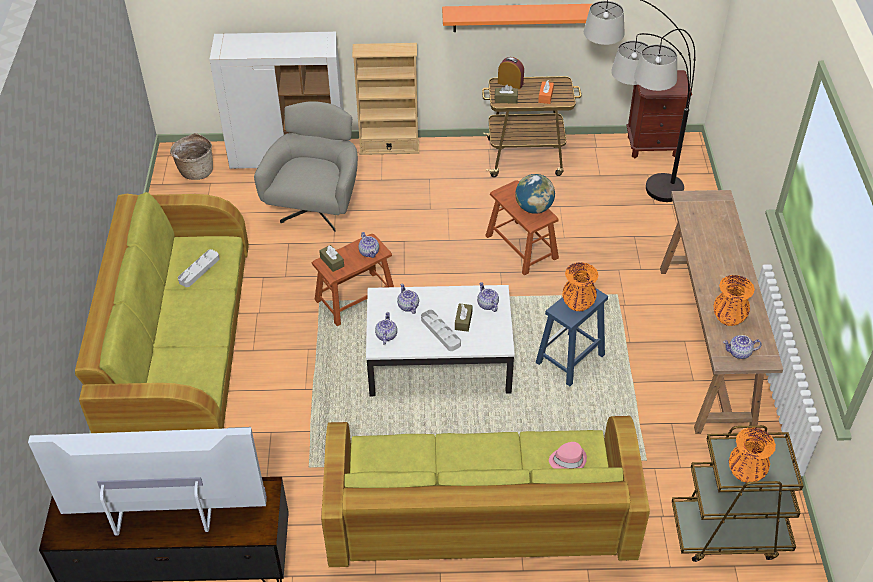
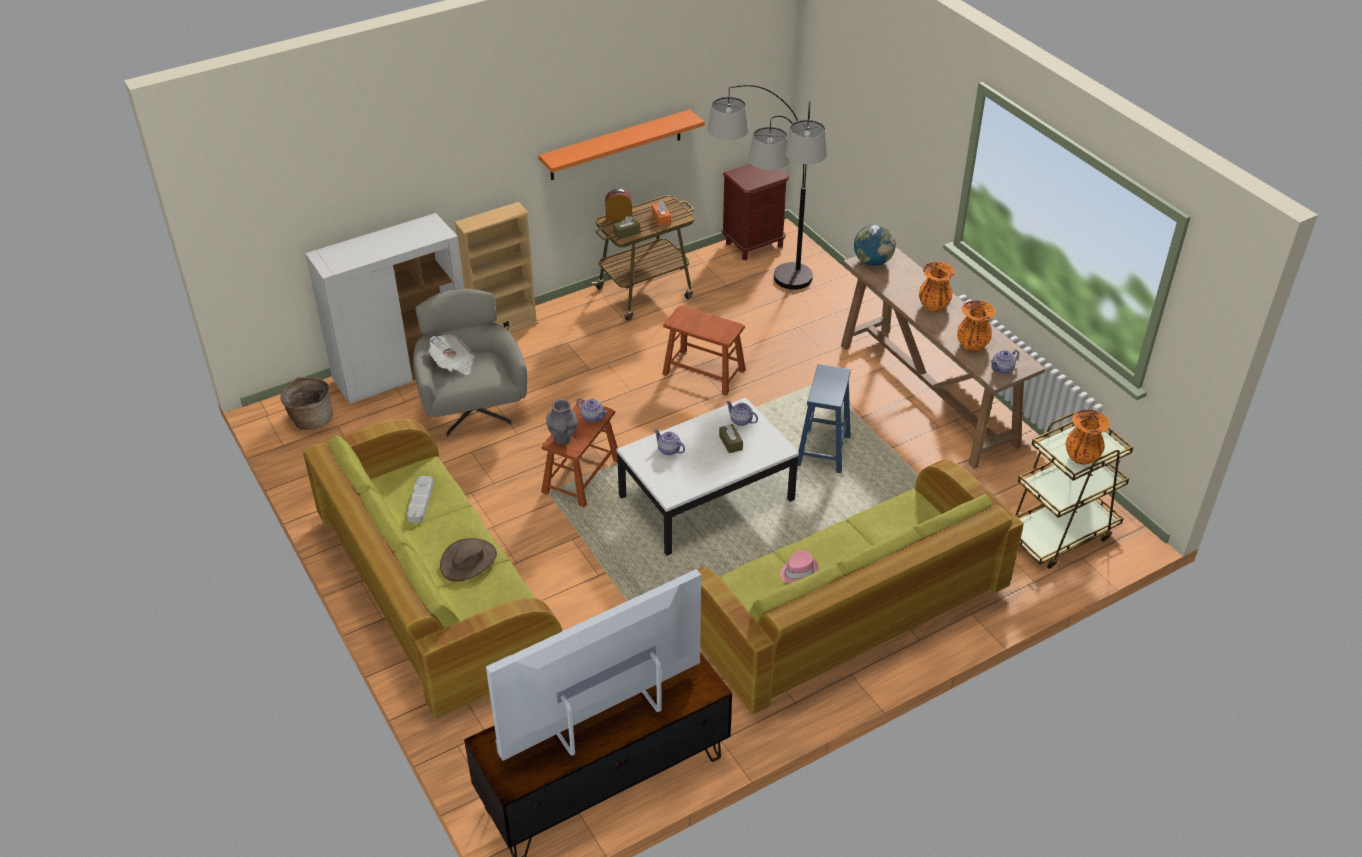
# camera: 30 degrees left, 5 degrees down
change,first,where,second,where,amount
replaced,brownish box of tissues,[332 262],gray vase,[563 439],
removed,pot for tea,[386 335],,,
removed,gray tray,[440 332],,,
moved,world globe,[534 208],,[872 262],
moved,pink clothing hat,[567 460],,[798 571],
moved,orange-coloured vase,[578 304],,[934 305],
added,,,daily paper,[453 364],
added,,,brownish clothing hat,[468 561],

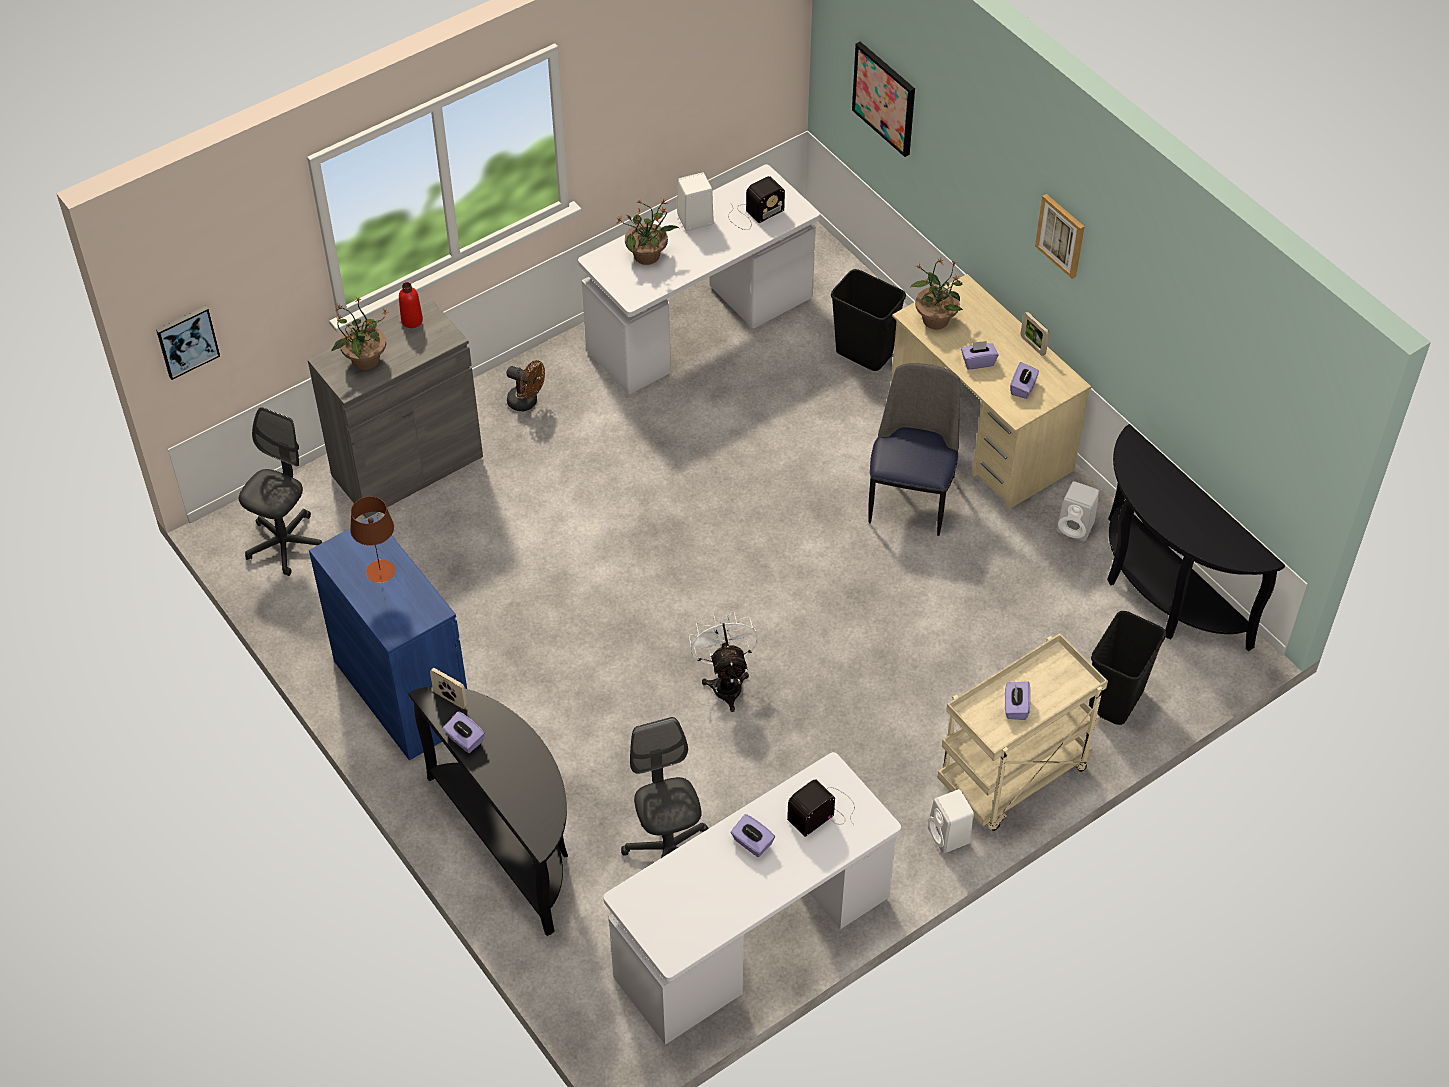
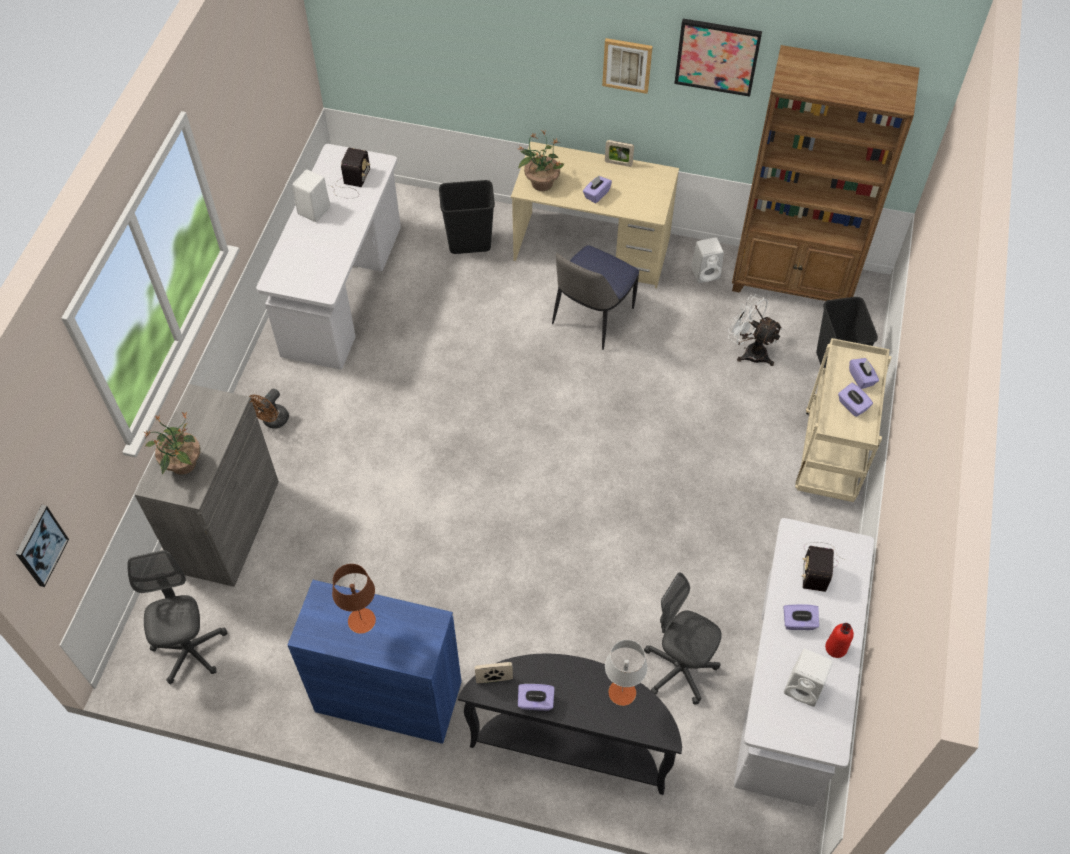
# camera: 40 degrees left, 5 degrees up
change,first,where,second,where,amount
moved,reddish bottle,[412 320],,[836 648],
turned,brownish cooling fan,[527 402],,[273 421],135 degrees clockwise
removed,plant in a pot,[648 255],,,
moved,white-coloured cooling fan,[726 682],,[750 351],
moved,wall picture,[885 98],,[717 56],
turned,plain chair,[911 497],,[591 318],120 degrees counterclockwise
moved,white-coloured speaker,[950 837],,[805 688],
moved,purple box of tissues,[1023 388],,[861 378],
replaced,blackish console table,[1161 594],brownish bookshelf,[793 282],
added,,,gray tabletop lamp,[622 692],

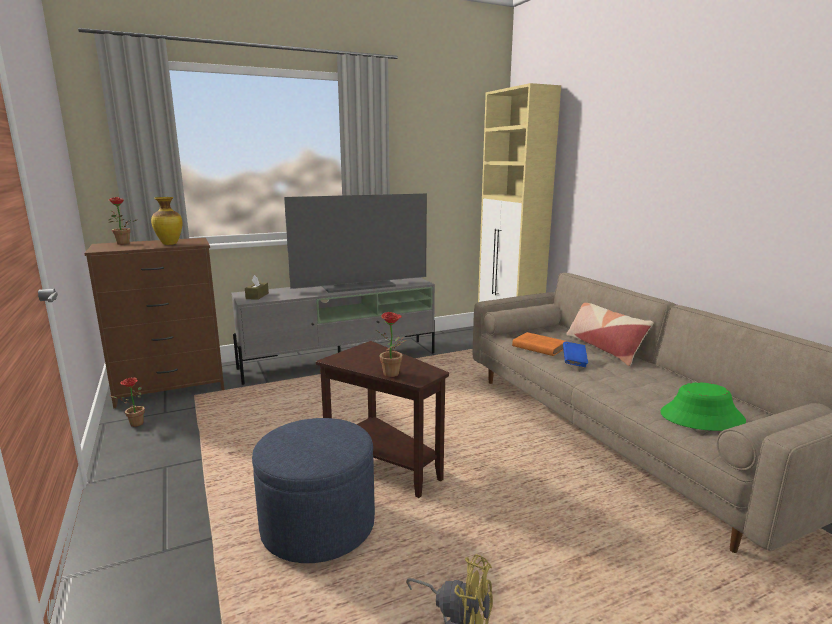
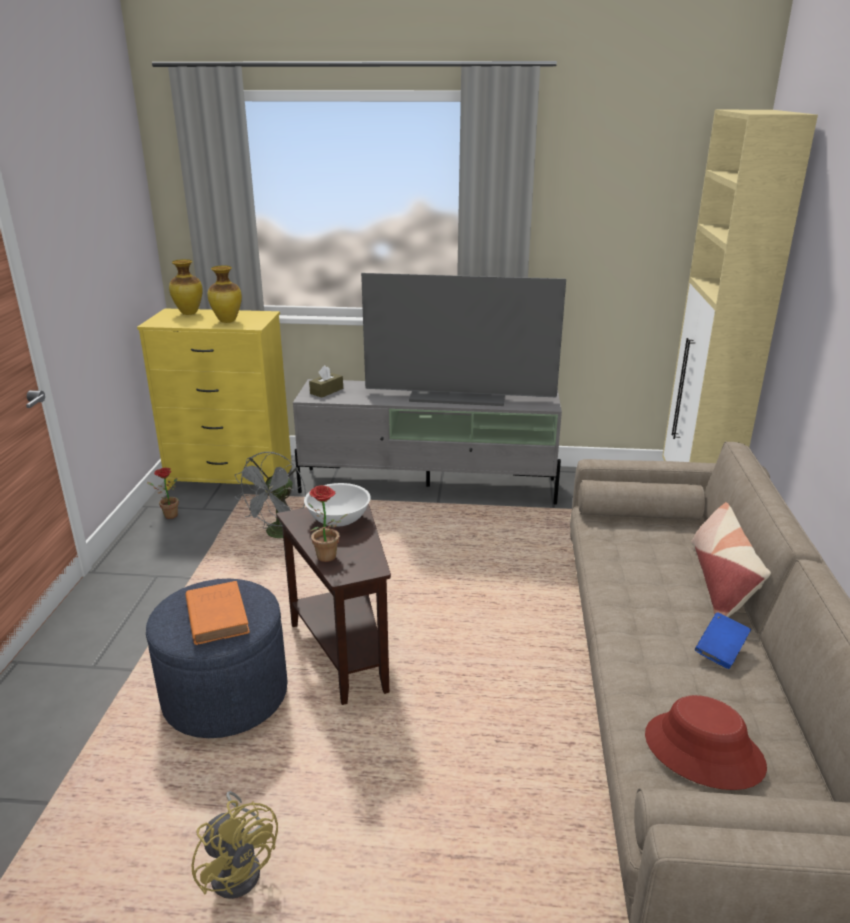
# camera: 30 degrees right, 10 degrees up
change,first,where,second,where,amount
recoloured,brownish dresser,[170 388],yellow-coloured dresser,[230 478],
replaced,plant in a pot,[123 244],vase,[188 313],
moved,orange-coloured bound book,[537 347],,[217 615],
moved,blue bound book,[574 362],,[720 651],
recoloured,greenish clothing hat,[701 417],reddish clothing hat,[703 751],
added,,,gray cooling fan,[279 535],
added,,,white-coloured serving bowl,[339 519],

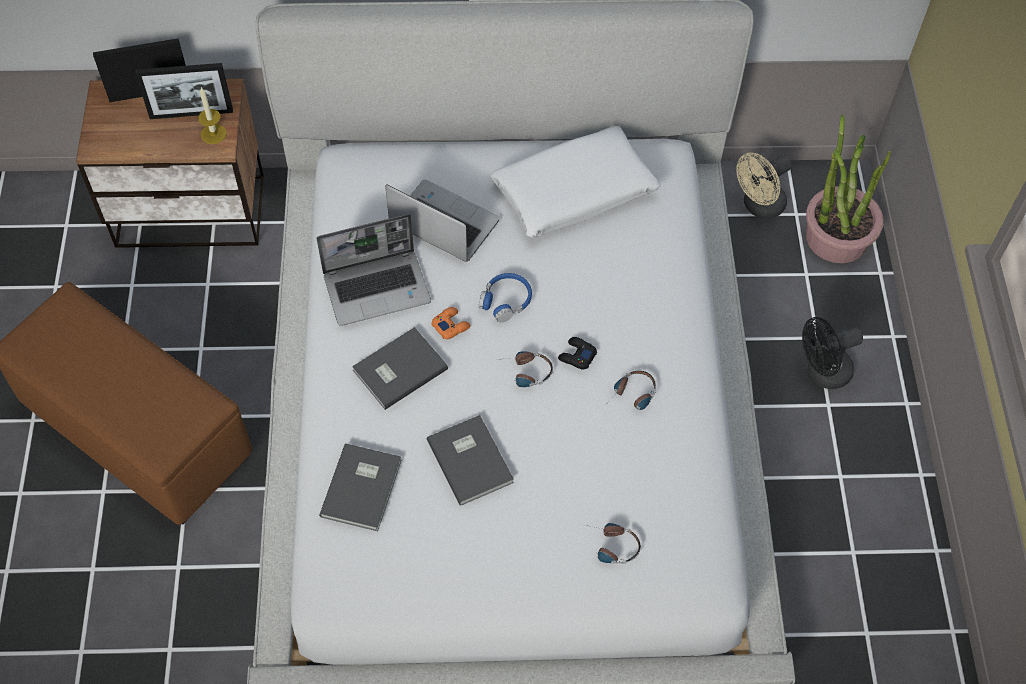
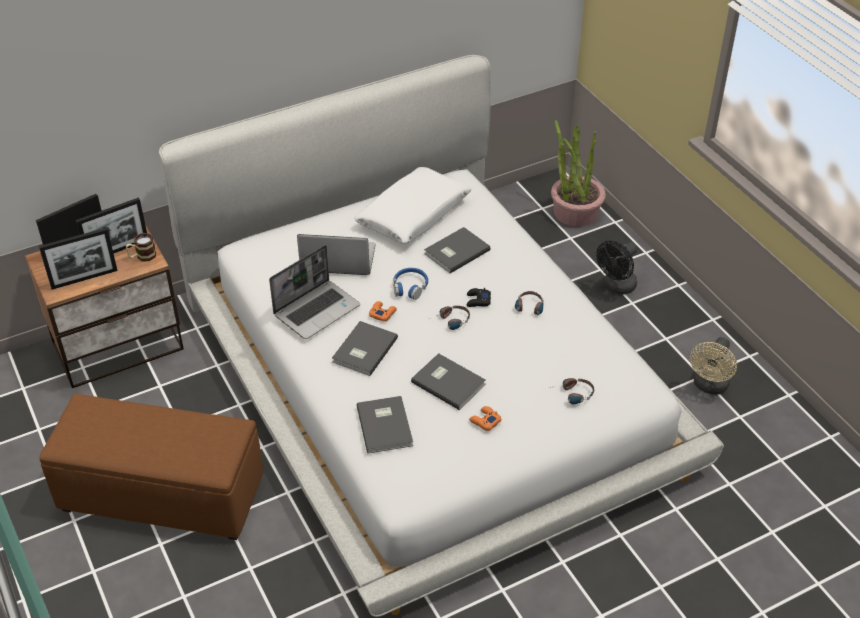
# camera: 25 degrees left, 15 degrees down
change,first,where,second,where,amount
replaced,wax candle,[213 134],mug,[142 256],
moved,sand-coloured cooling fan,[758 206],,[709 386],
added,,,picture frame,[84 279],
added,,,gray bound book,[455 251],
added,,,orange-coloured gamepad,[485 421],

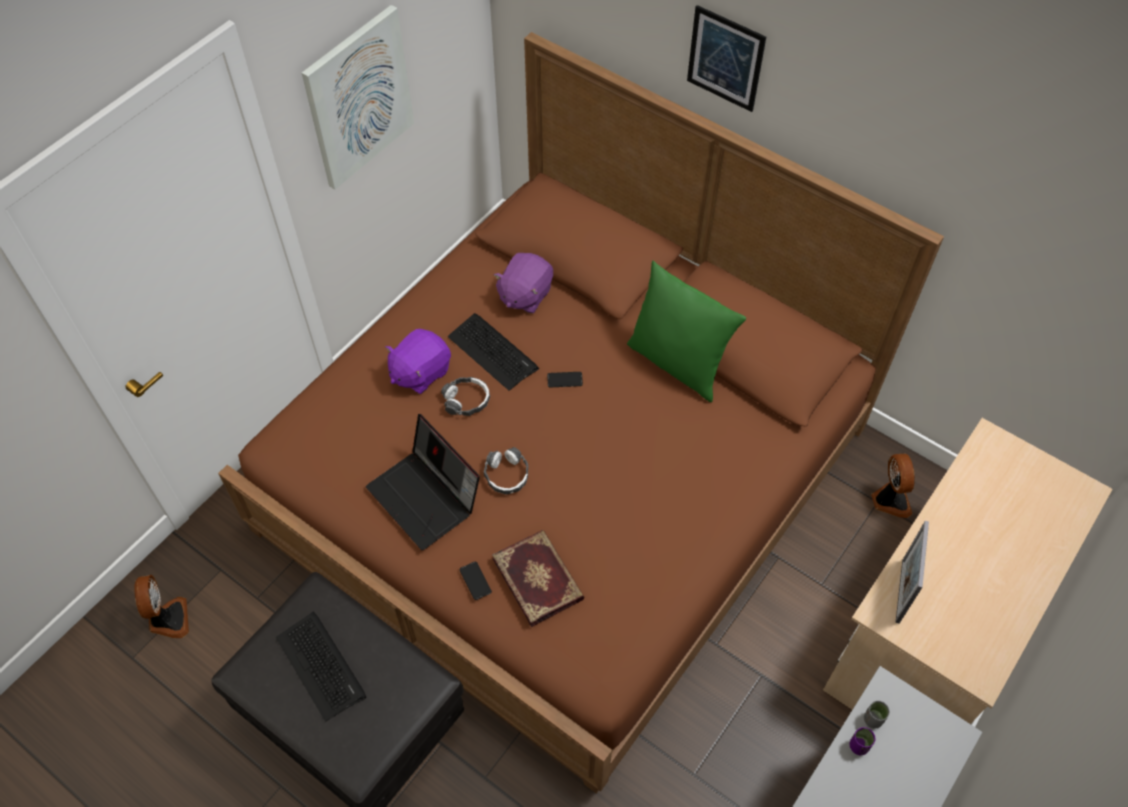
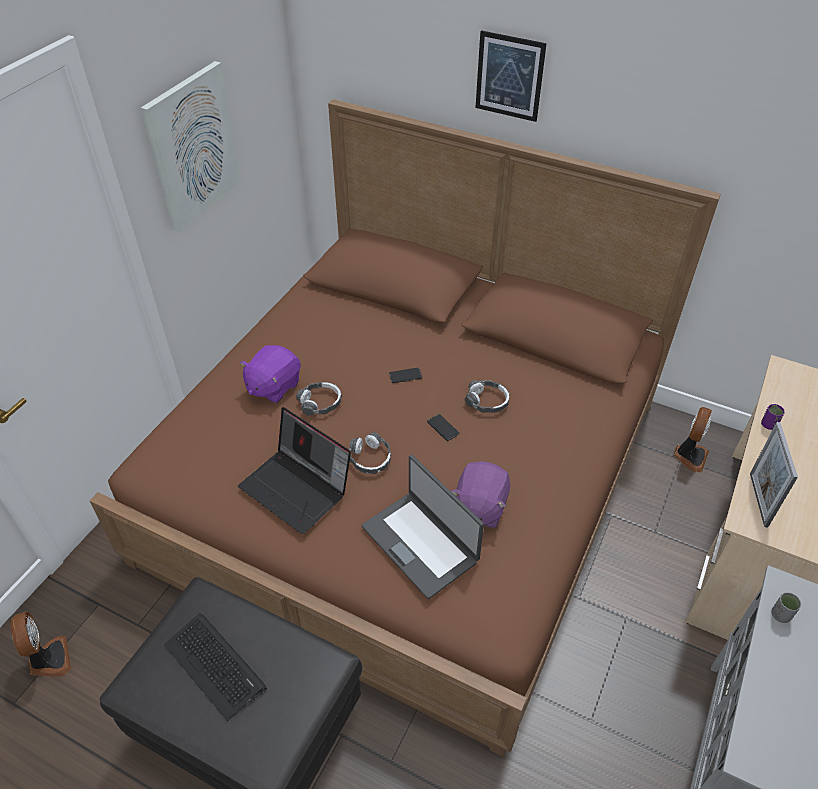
# camera: 10 degrees left, 10 degrees down
change,first,where,second,where,amount
removed,keyboard,[493 352],,,
moved,handset,[475 581],,[443 428],
replaced,bound book,[539 578],laptop,[420 543],
moved,purple plush toy,[524 295],,[479 507],
removed,greenish pillow,[678 363],,,
moved,purple small cup,[858 746],,[768 425],
turned,cooling fan,[889 500],,[689 456],45 degrees clockwise
added,,,headset,[487 401],

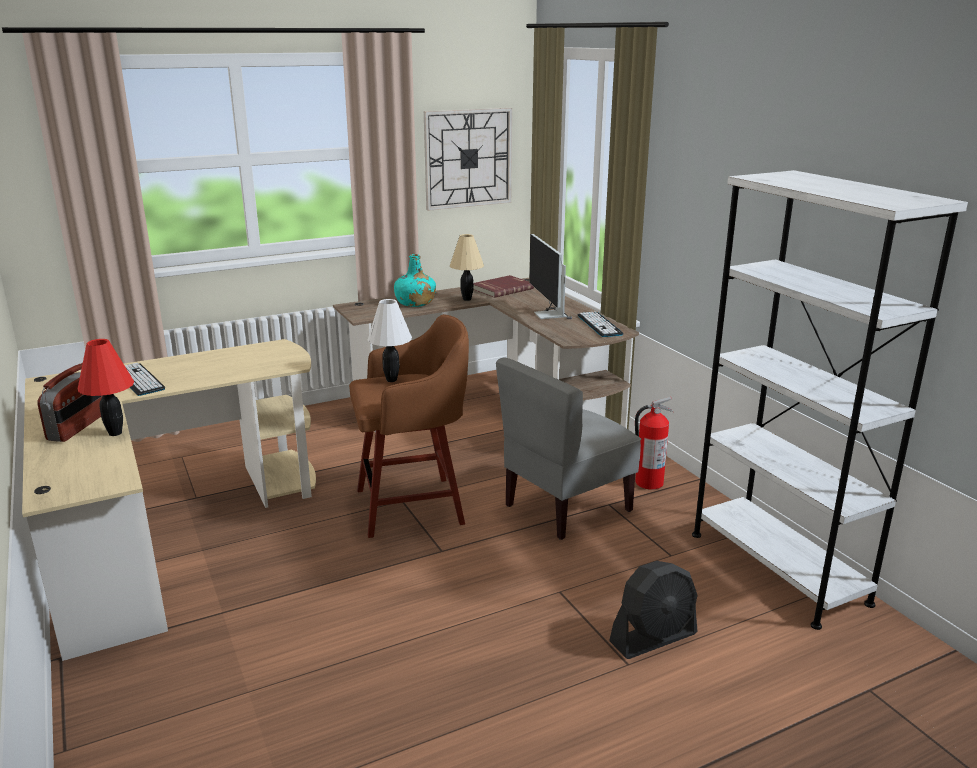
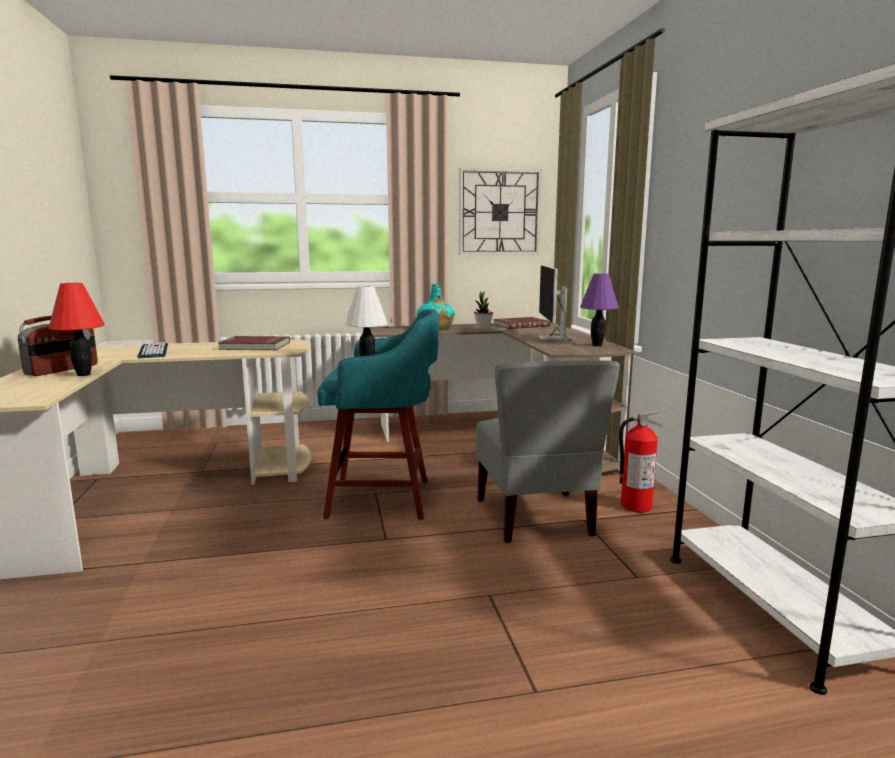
# camera: 15 degrees right, 10 degrees down
change,first,where,second,where,amount
recoloured,brownish stool,[414 506],turquoise stool,[383 499],
replaced,sand-coloured tabletop lamp,[467 299],plant in a pot,[483 328],
turned,gray plain chair,[566 507],,[535 517],75 degrees counterclockwise
replaced,keyboard,[599 325],purple tabletop lamp,[597 345],
removed,blackish cooling fan,[654 638],,,
added,,,reddish bound book,[254 346],

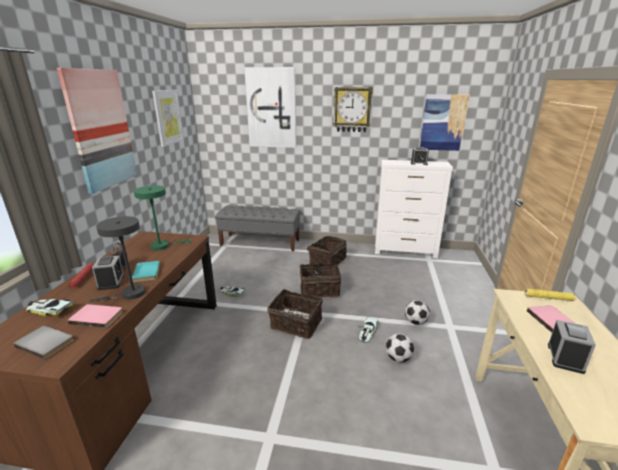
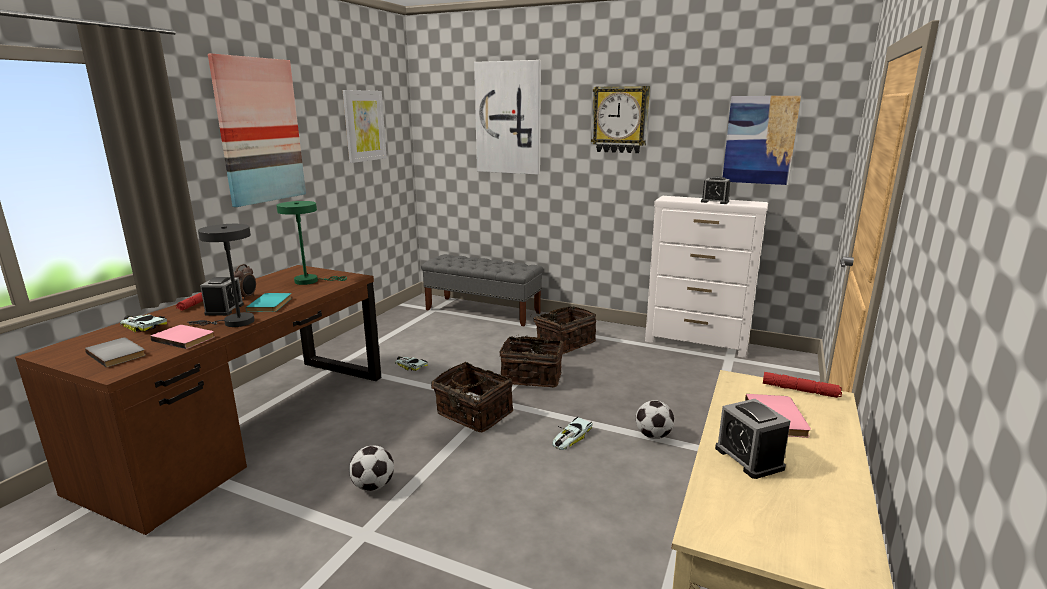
# camera: 15 degrees right, 5 degrees down
change,first,where,second,where,amount
moved,football,[398 358],,[373 486],
recoloured,yellow-coloured hand torch,[548 298],reddish hand torch,[800 390],
turned,bedside clock,[565 358],,[749 458],120 degrees clockwise

